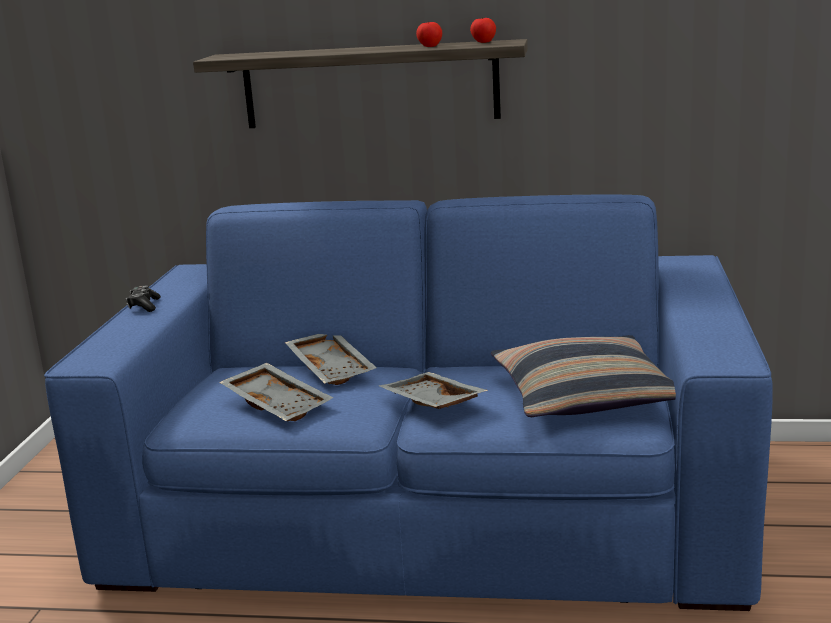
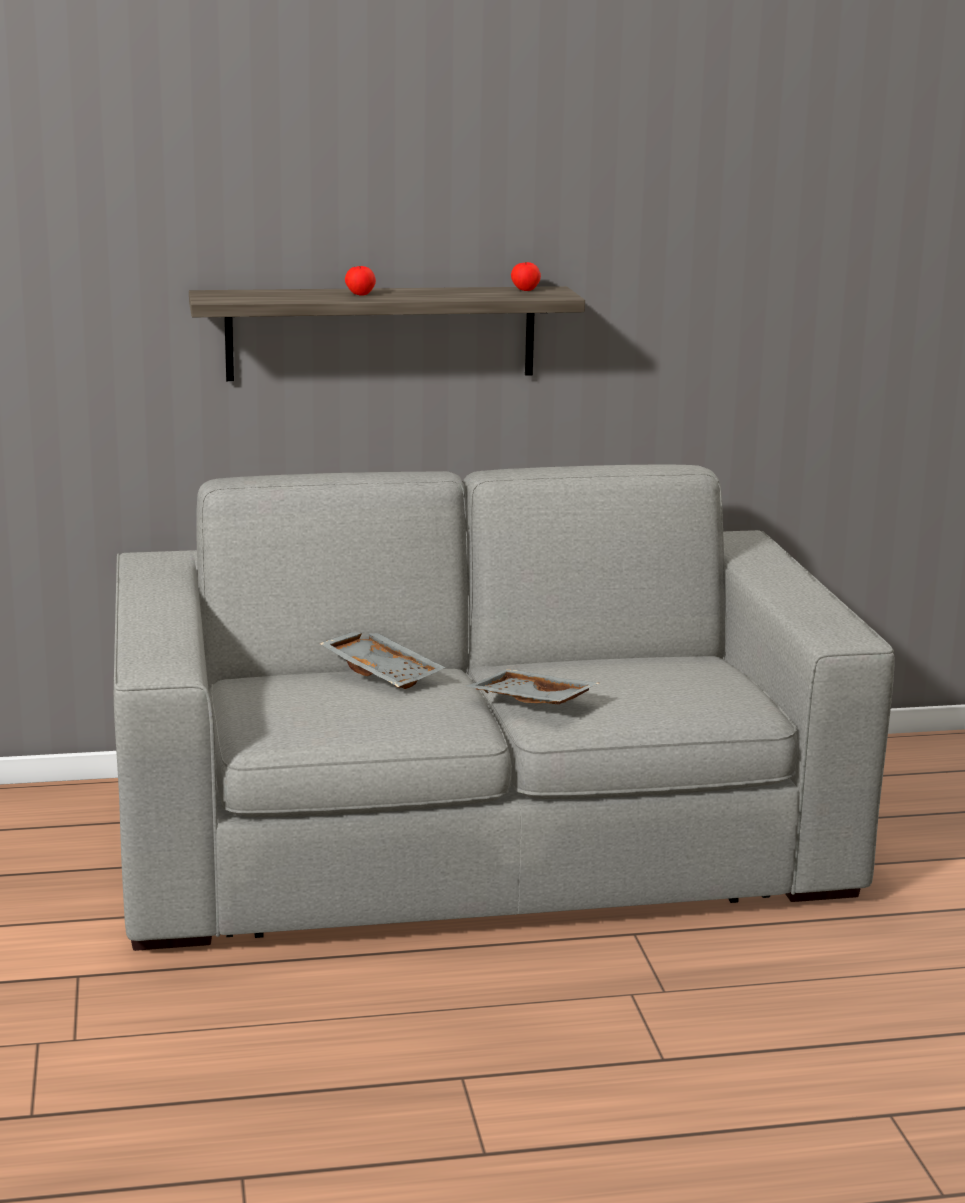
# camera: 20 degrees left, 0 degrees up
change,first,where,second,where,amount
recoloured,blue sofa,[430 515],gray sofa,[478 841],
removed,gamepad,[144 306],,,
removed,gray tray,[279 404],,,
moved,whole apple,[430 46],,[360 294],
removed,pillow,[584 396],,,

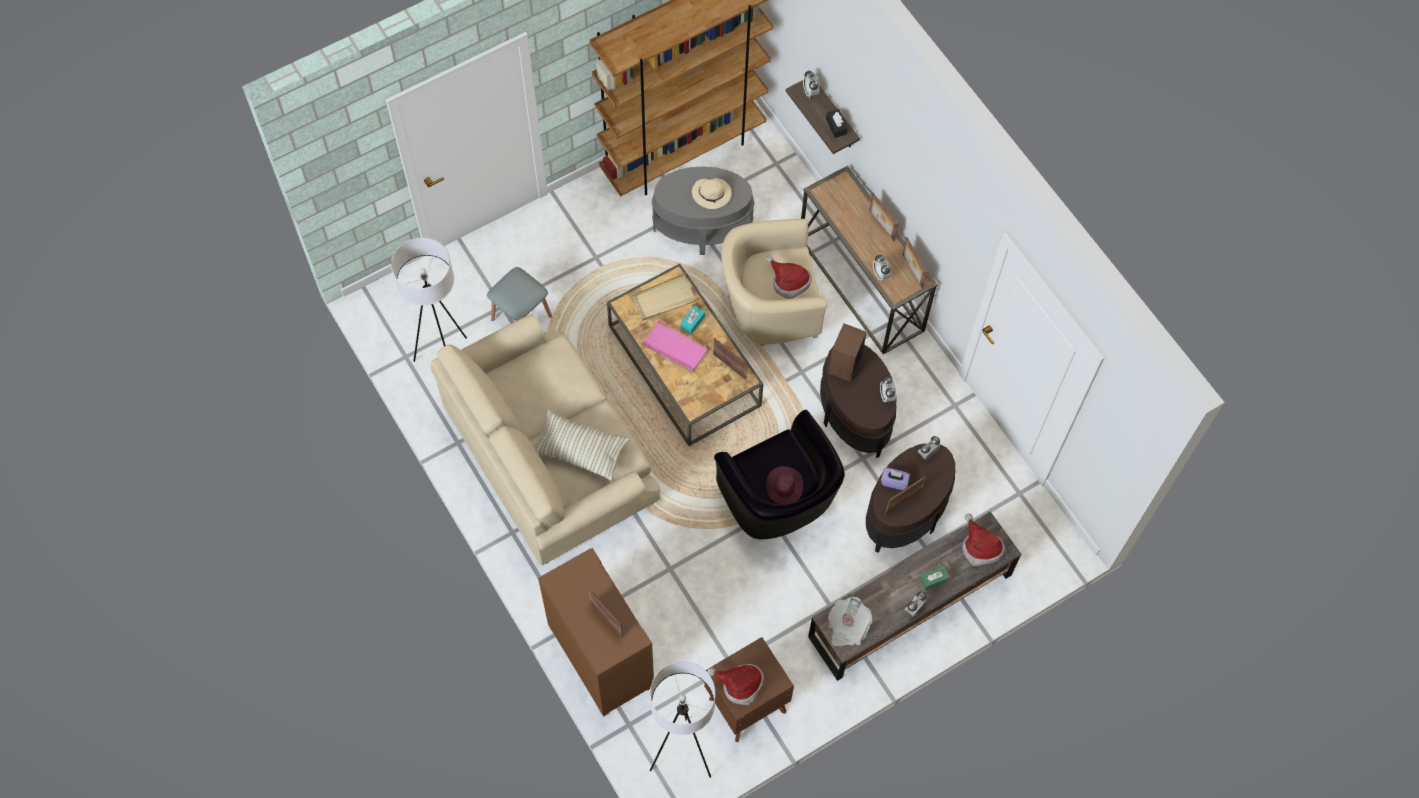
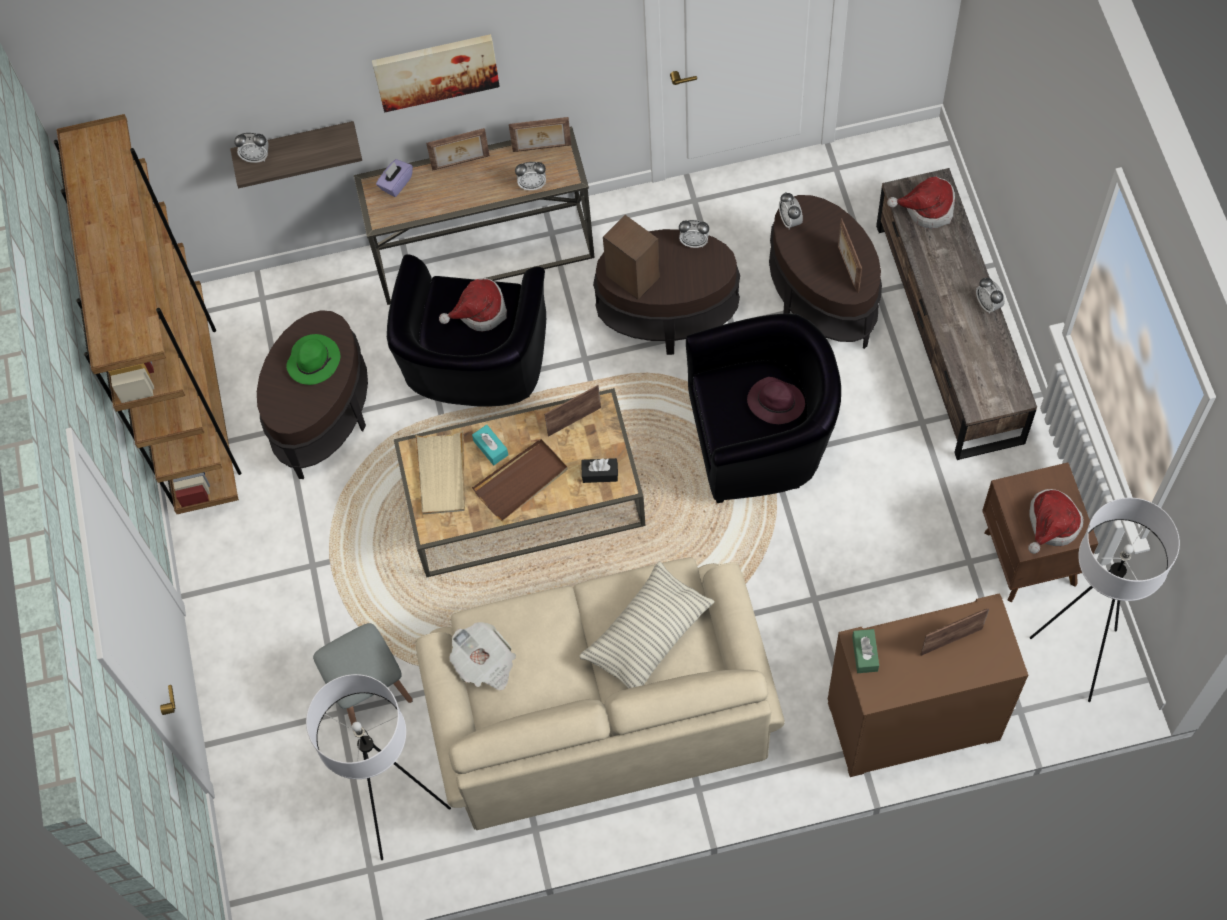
# camera: 65 degrees left, 0 degrees up
change,first,where,second,where,amount
recoloured,pink tray,[675 348],brownish tray,[521 481],
recoloured,gray accent table,[702 228],brownish accent table,[323 416],
recoloured,sand-coloured clothing hat,[712 194],greenish clothing hat,[314 360],
recoloured,sand-coloured lounge chair,[769 307],blackish lounge chair,[475 369],
moved,blackish box of tissues,[836 126],,[600 473],
moved,daily paper,[847 627],,[485 664],
moved,purple box of tissues,[894 482],,[396 183],
moved,greenish box of tissues,[933 579],,[865 654],
added,,,wall picture,[436 70],

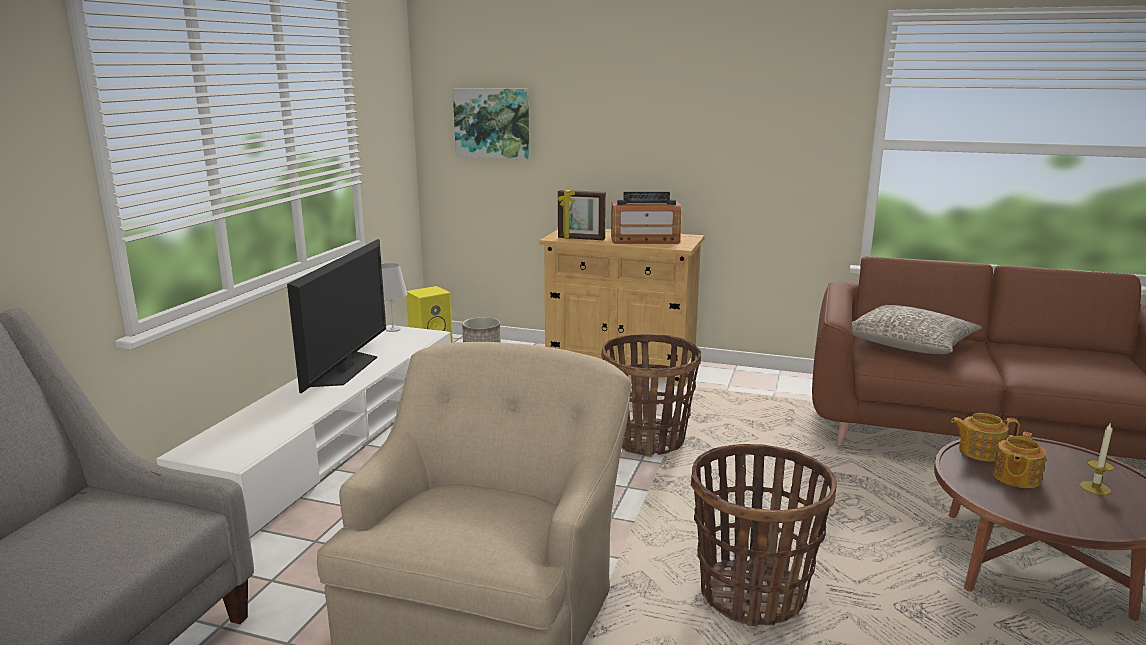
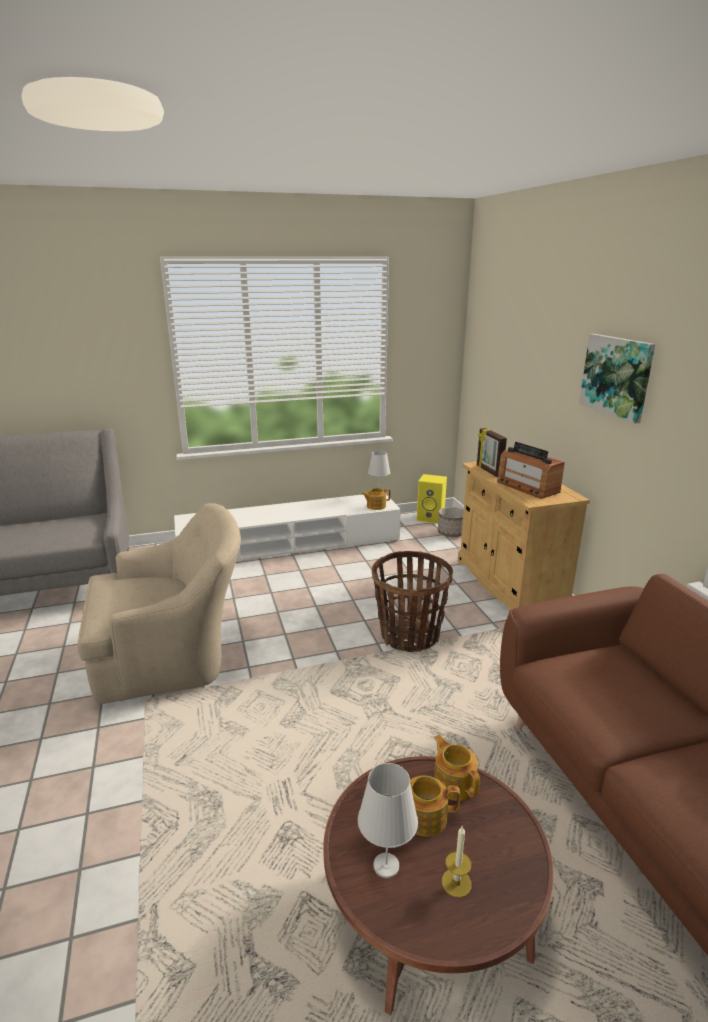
# camera: 55 degrees right, 5 degrees up
change,first,where,second,where,amount
removed,TV,[345 369],,,
moved,wall picture,[492 123],,[617 376],
removed,basket,[752 594],,,
removed,gray pillow,[909 344],,,
added,,,white-coloured tabletop lamp,[386 866],
added,,,pot for tea,[375 506],

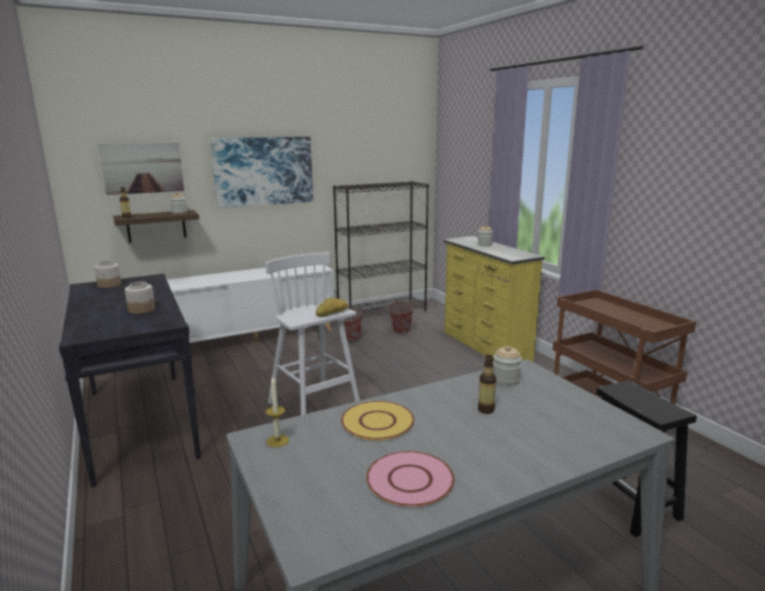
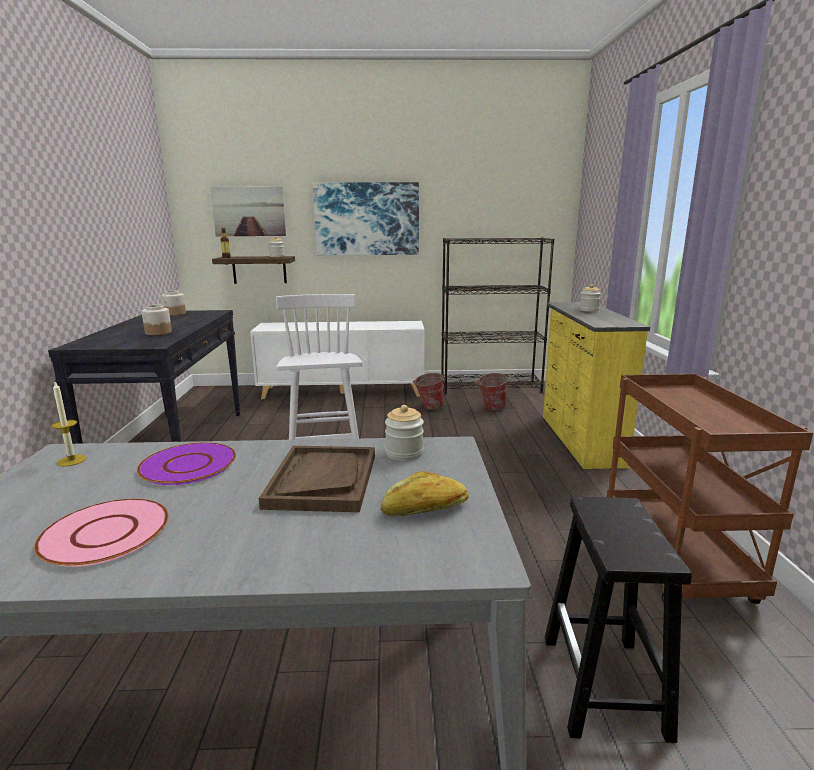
# camera: 25 degrees right, 0 degrees up
change,first,where,second,where,amount
moved,baked bread,[332 313],,[425 509],
recoloured,yellow-coloured flat dish,[377 421],purple flat dish,[189 464],
replaced,bottle,[486 410],brownish tray,[322 480],

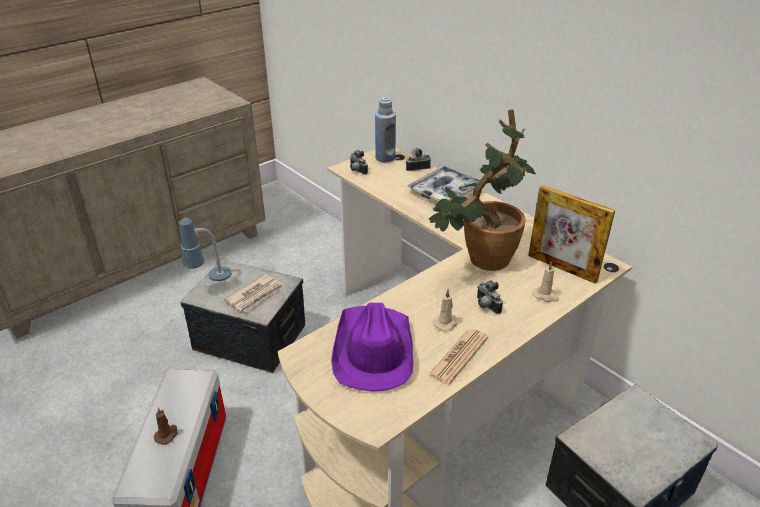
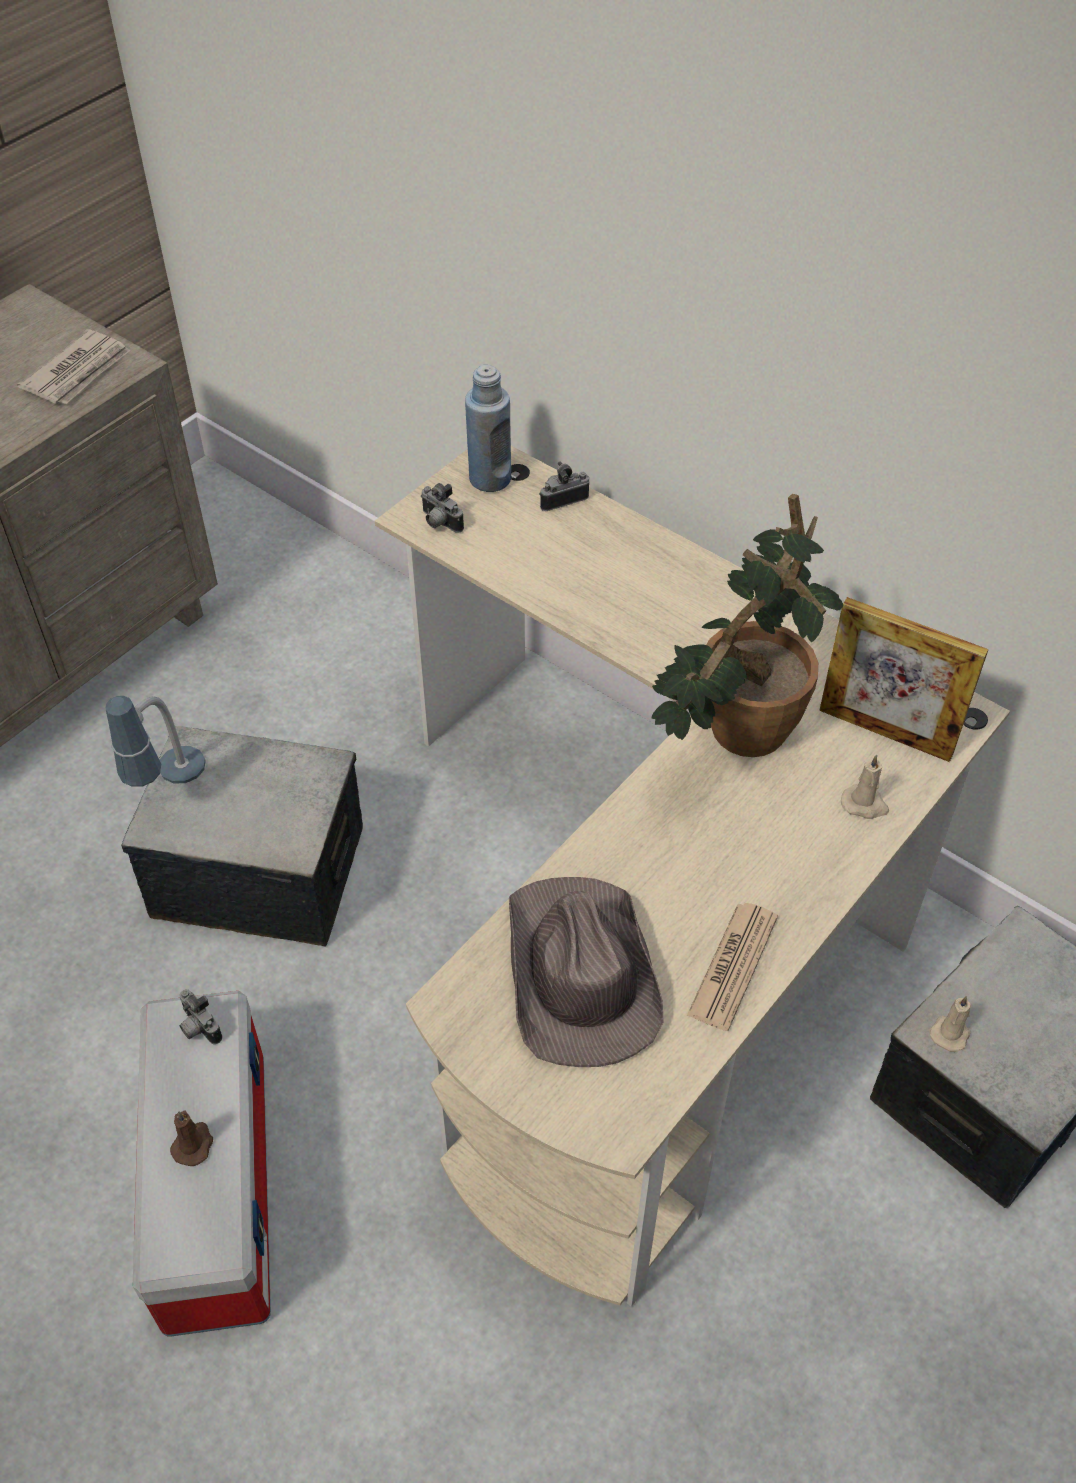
# camera: 10 degrees left, 15 degrees up
change,first,where,second,where,amount
moved,daily paper,[256 295],,[78 372],
recoloured,purple clothing hat,[373 349],brownish clothing hat,[579 974],
removed,tray,[445 192],,,
moved,sand-coloured wax candle,[446 323],,[950 1032],
moved,photo camera,[486 306],,[198 1027],

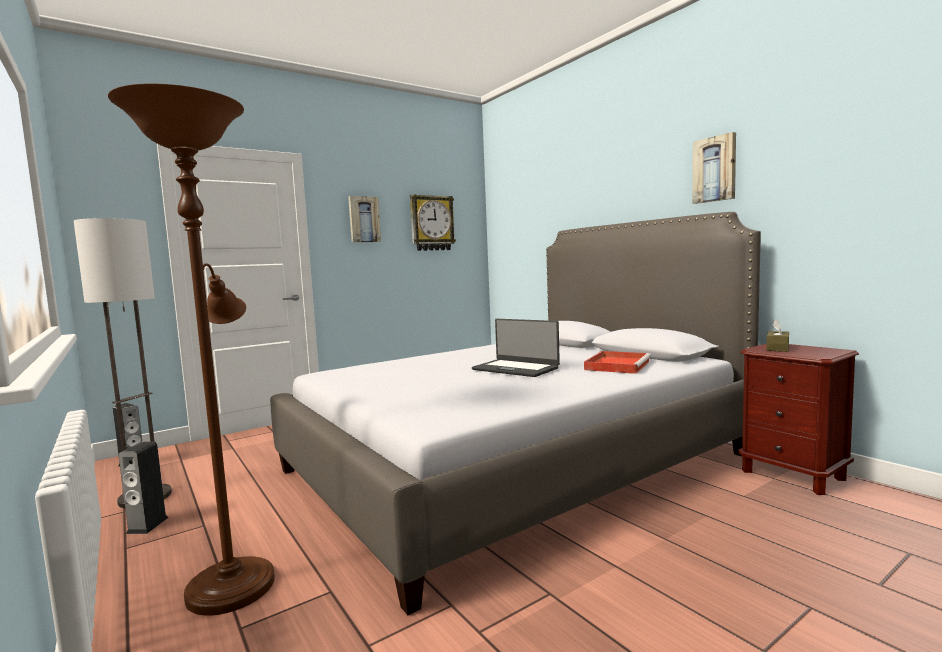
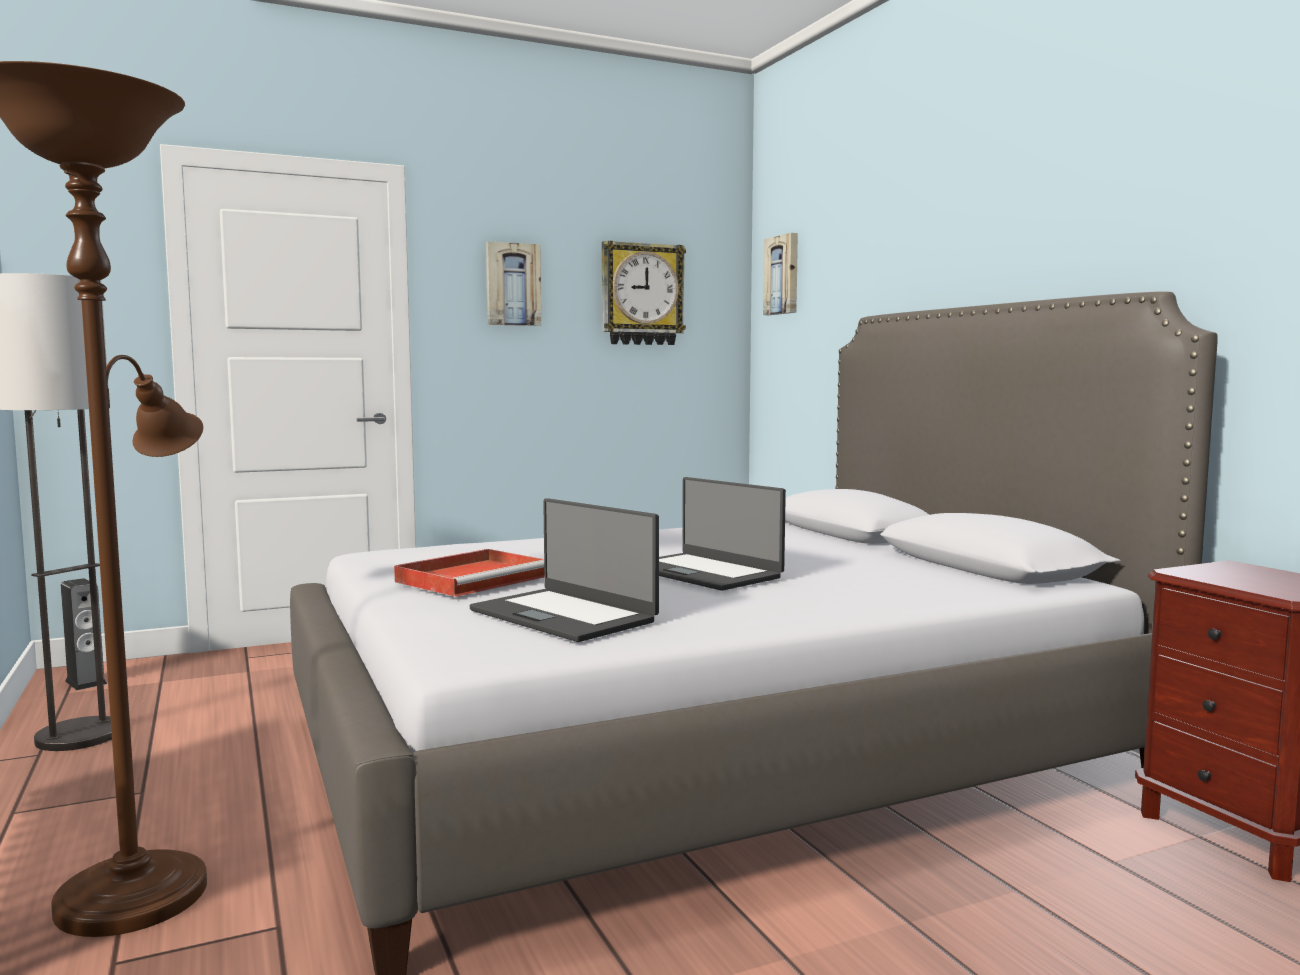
# camera: 10 degrees right, 0 degrees up
change,first,where,second,where,amount
removed,speaker,[147 525],,,
moved,reddish tray,[617 365],,[474 578],
moved,wall picture,[715 169],,[783 275],
removed,brownish box of tissues,[777 348],,,
added,,,laptop,[564 615],

